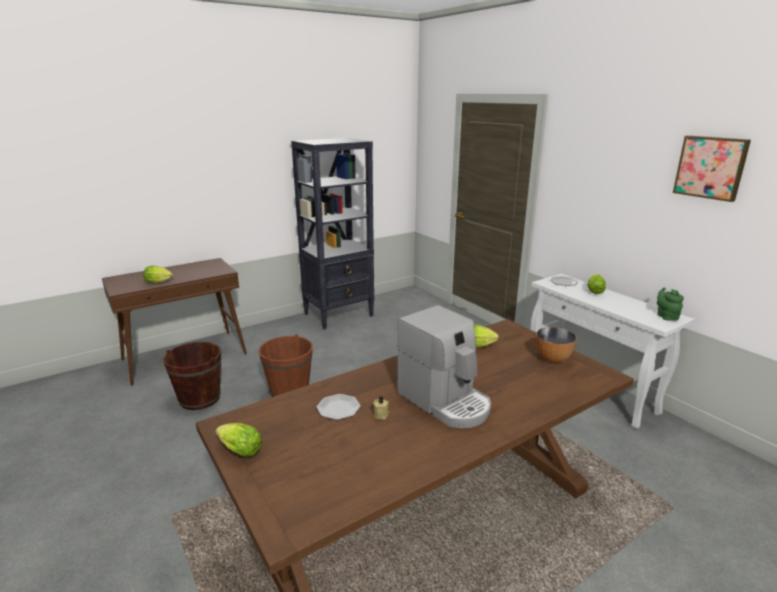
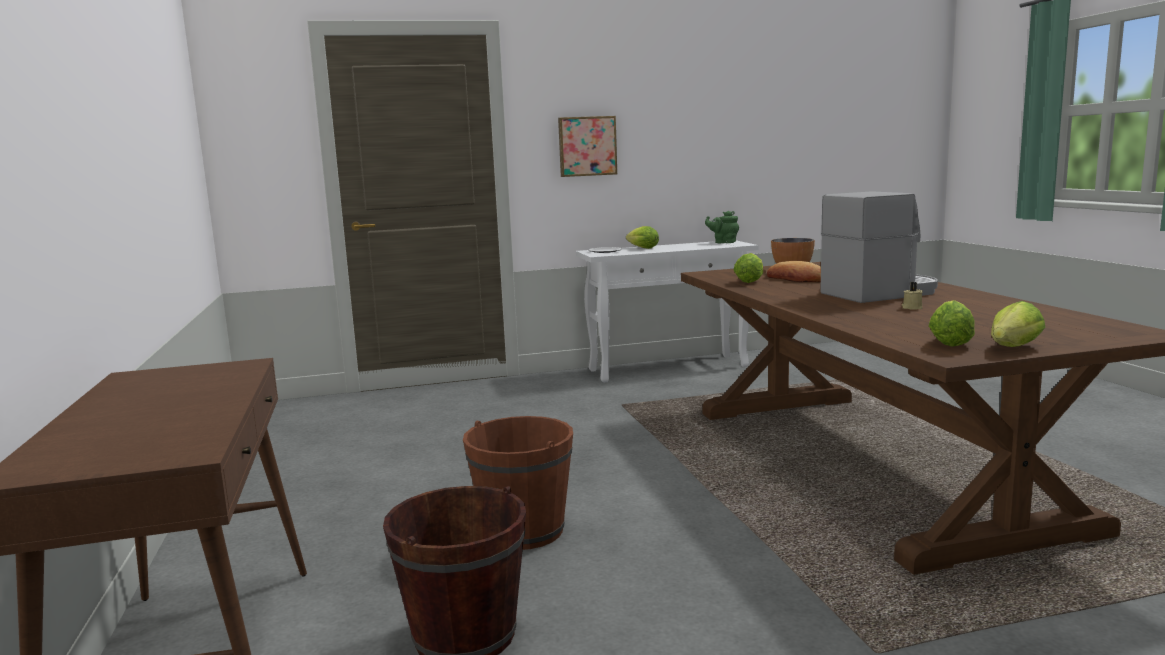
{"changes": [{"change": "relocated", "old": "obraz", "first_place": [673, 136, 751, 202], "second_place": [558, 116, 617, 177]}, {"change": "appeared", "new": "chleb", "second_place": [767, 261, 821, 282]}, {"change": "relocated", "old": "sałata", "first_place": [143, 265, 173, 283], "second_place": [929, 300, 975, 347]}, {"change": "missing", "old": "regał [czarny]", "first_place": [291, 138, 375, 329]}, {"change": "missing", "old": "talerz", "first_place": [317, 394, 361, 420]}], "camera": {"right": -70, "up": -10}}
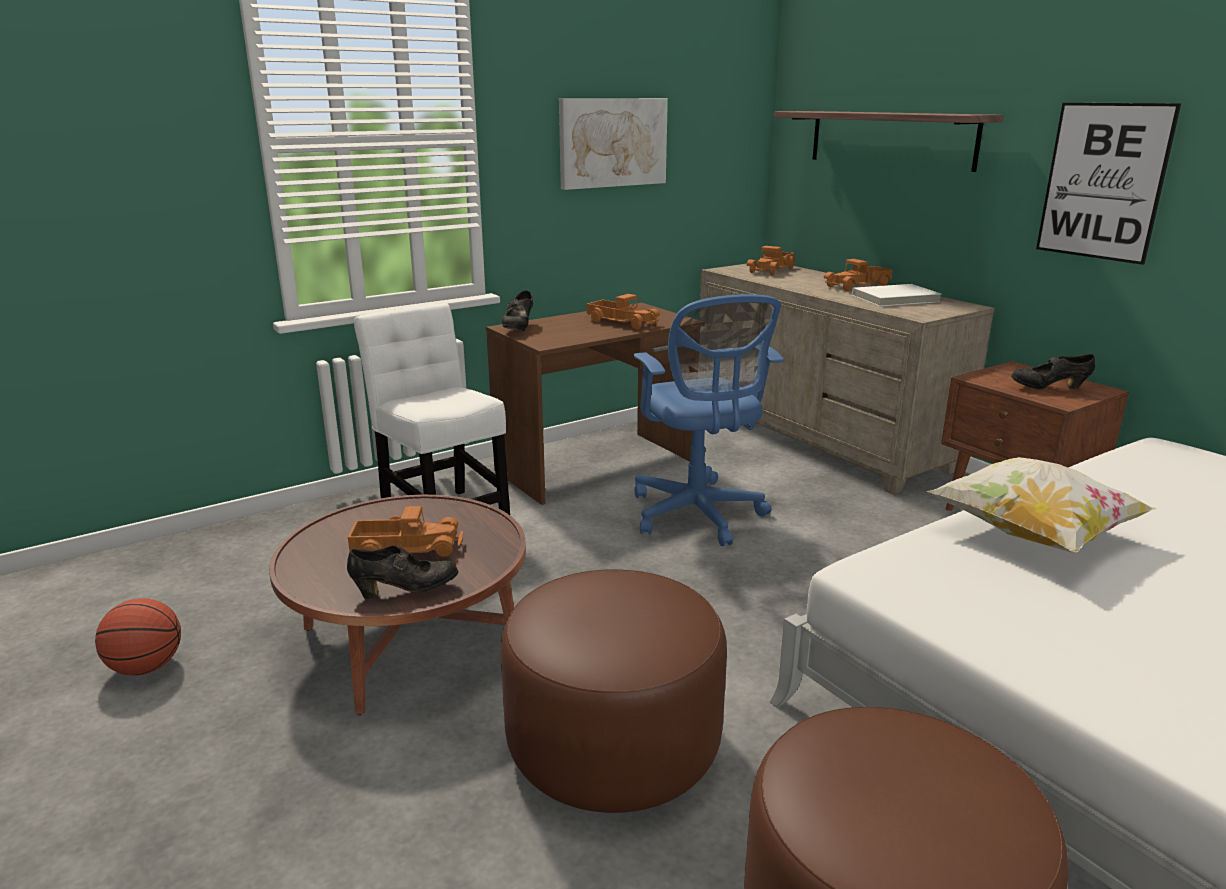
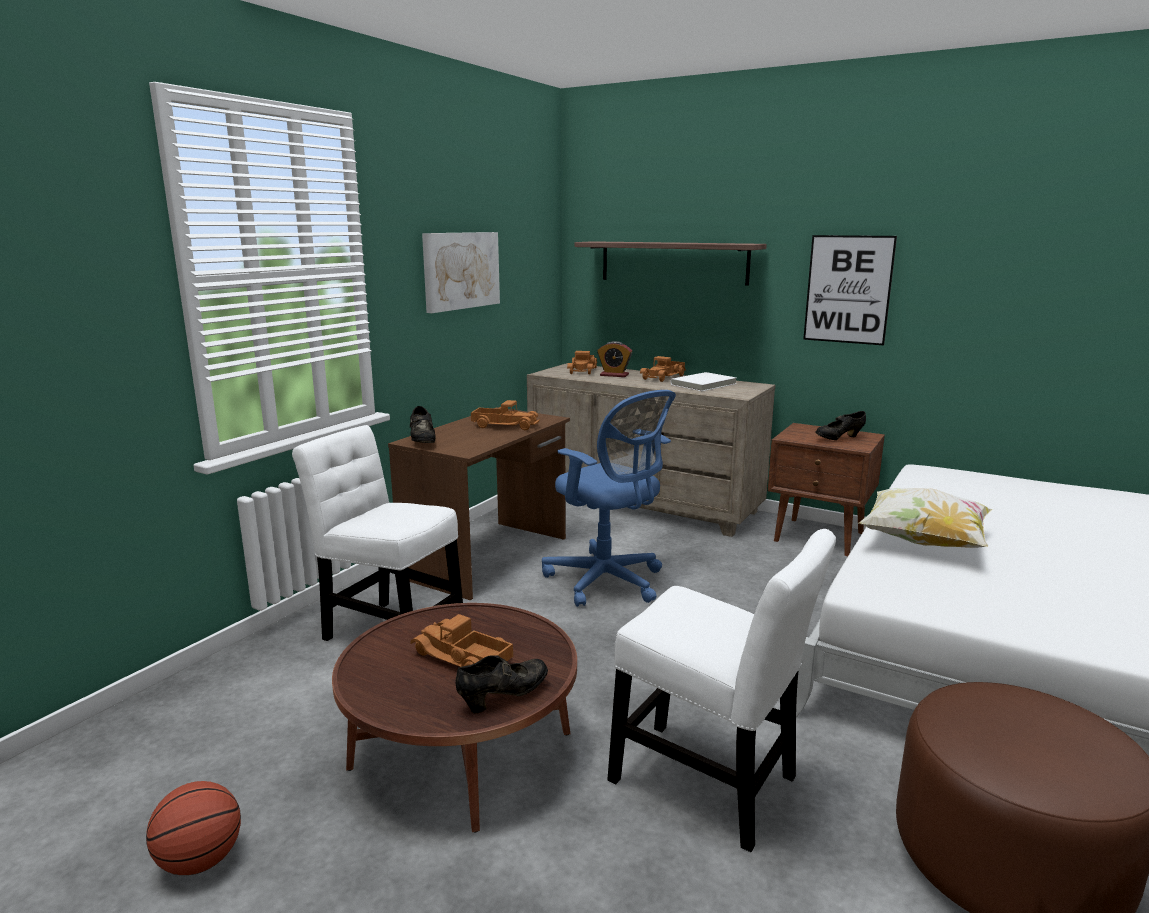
{"changes": [{"change": "spun", "old": "ciężarówka zabawkowa", "first_place": [348, 506, 463, 557], "second_place": [410, 614, 513, 667], "degrees": -120}, {"change": "appeared", "new": "budzik", "second_place": [597, 341, 632, 377]}, {"change": "exchanged", "old": "pufa [brązowy]", "new": "krzesło [biały]", "first_place": [501, 569, 727, 813], "second_place": [607, 529, 836, 852]}], "camera": {"right": -25, "up": -5}}
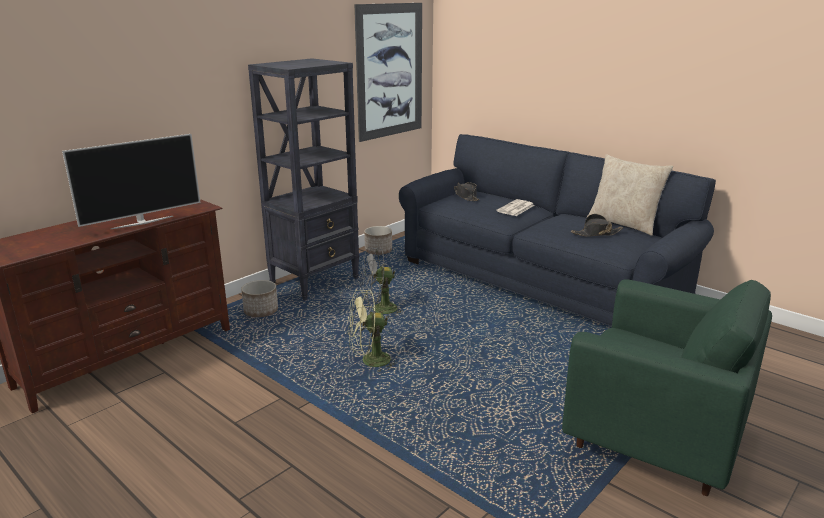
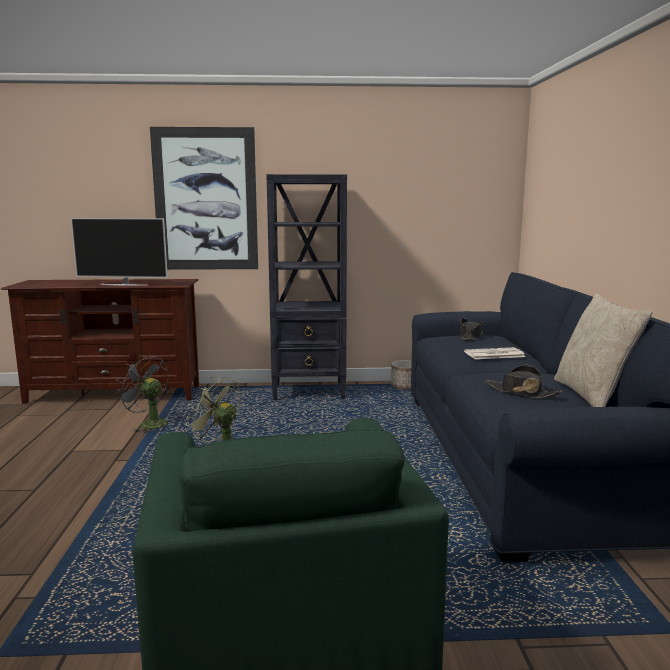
{"changes": [{"change": "relocated", "old": "wentylator [szary]", "first_place": [361, 247, 403, 318], "second_place": [116, 355, 168, 433]}, {"change": "relocated", "old": "obraz", "first_place": [354, 3, 422, 142], "second_place": [150, 127, 258, 270]}, {"change": "missing", "old": "donica", "first_place": [241, 280, 278, 317]}], "camera": {"right": 45, "up": -10}}
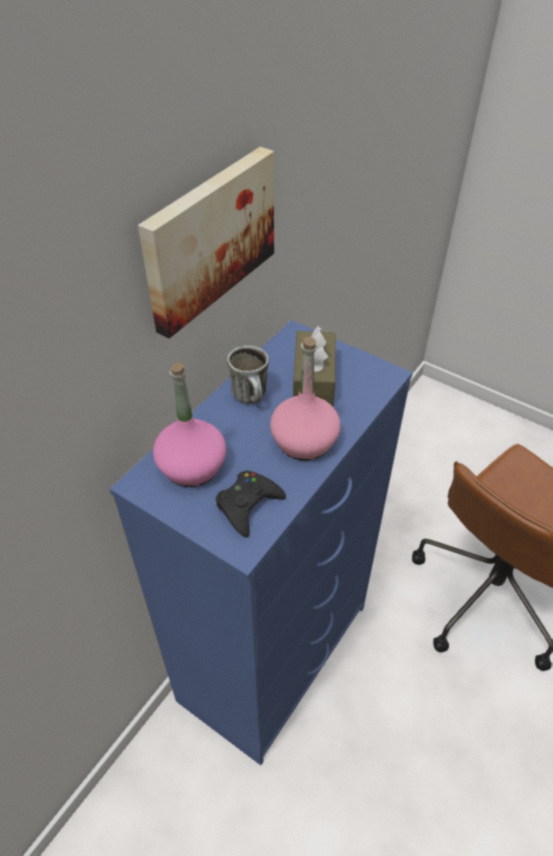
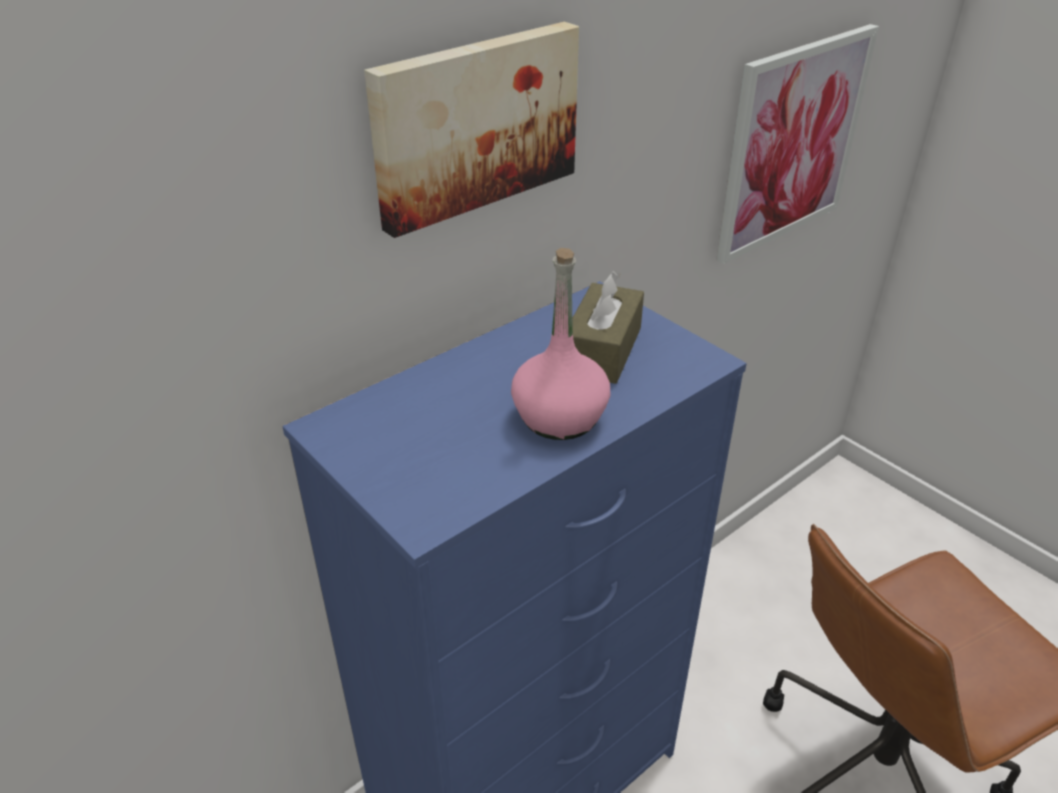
{"changes": [{"change": "appeared", "new": "obraz", "second_place": [716, 24, 879, 264]}, {"change": "missing", "old": "butelka [różowy]", "first_place": [153, 363, 226, 487]}, {"change": "missing", "old": "pad do gier [czarny]", "first_place": [216, 471, 286, 537]}, {"change": "missing", "old": "kubek", "first_place": [227, 346, 269, 404]}], "camera": {"right": 15, "up": -10}}
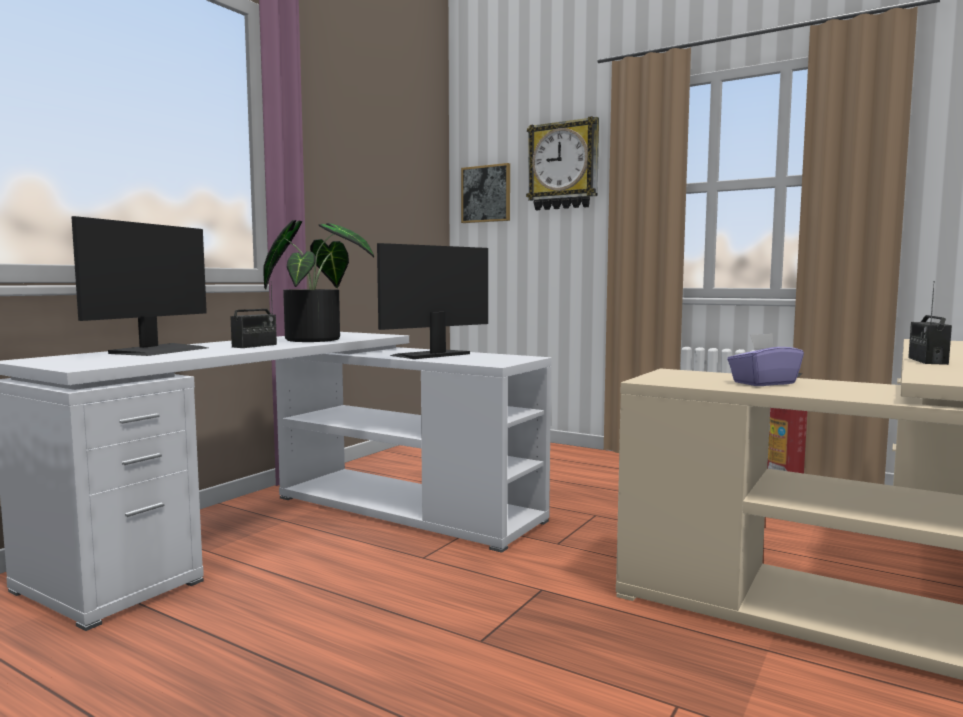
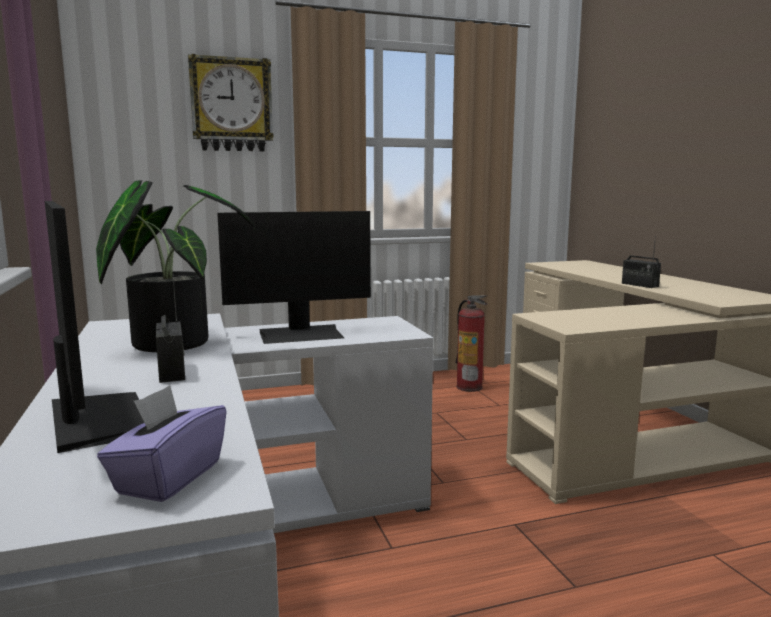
{"changes": [{"change": "relocated", "old": "pudełko chusteczek [fioletowy]", "first_place": [727, 333, 804, 386], "second_place": [97, 385, 227, 502]}, {"change": "spun", "old": "monitor", "first_place": [377, 243, 488, 359], "second_place": [217, 211, 371, 344], "degrees": -105}, {"change": "missing", "old": "obraz", "first_place": [461, 163, 510, 223]}], "camera": {"right": -50, "up": 5}}
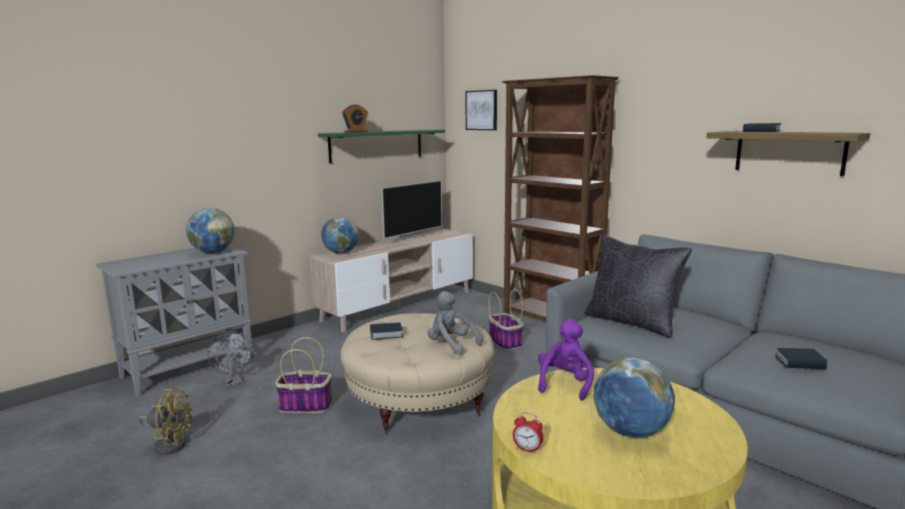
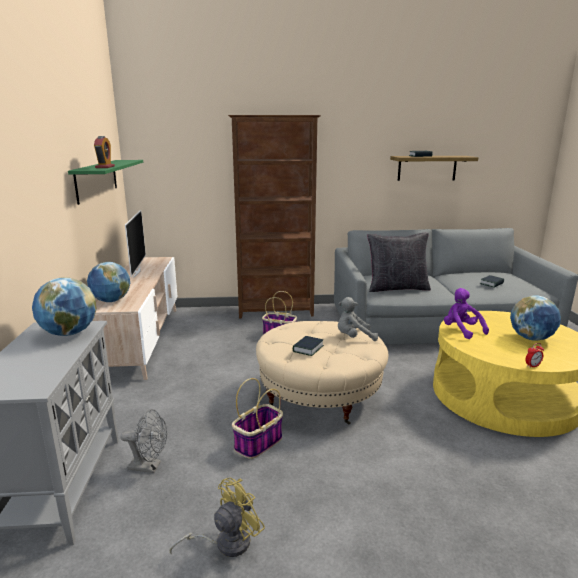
{"changes": [{"change": "missing", "old": "obraz", "first_place": [466, 90, 497, 130]}], "camera": {"right": -50, "up": 5}}
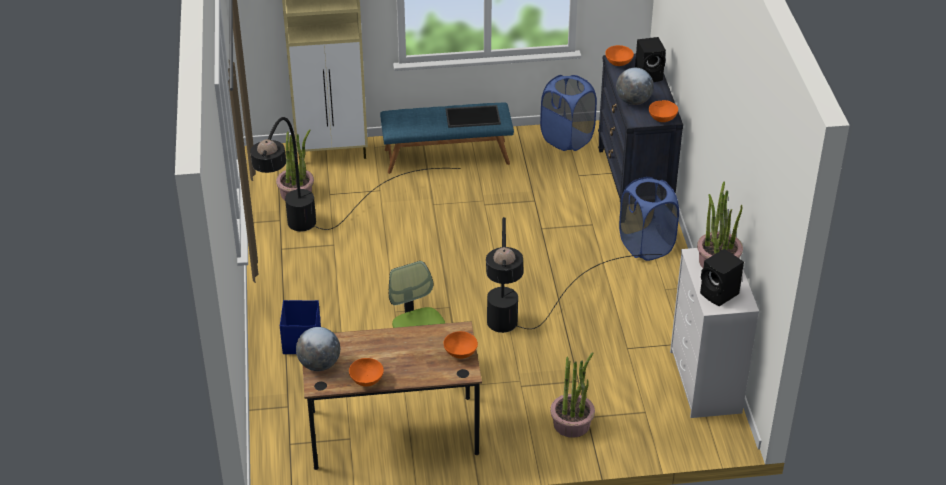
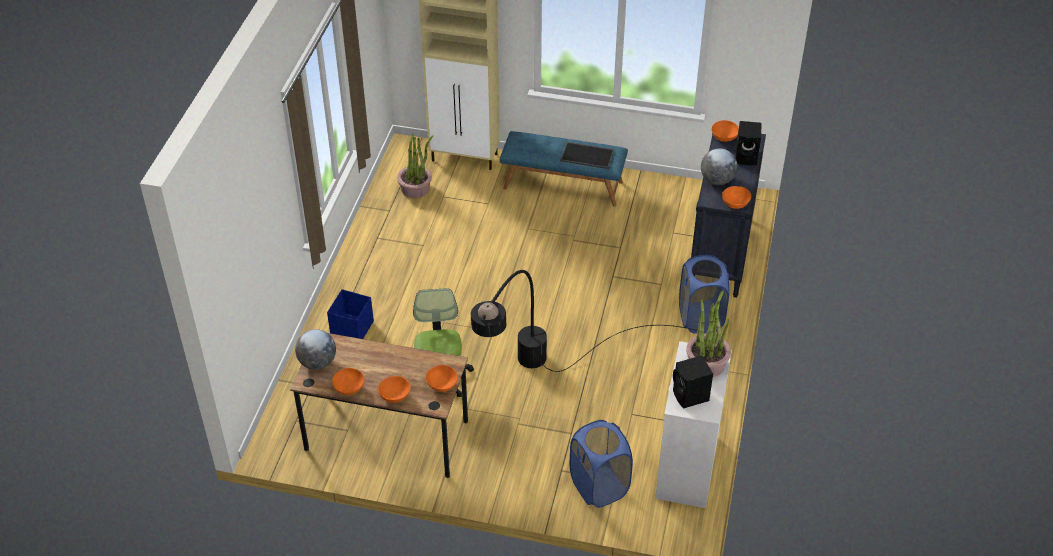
{"changes": [{"change": "appeared", "new": "miska [pomarańczowy]", "second_place": [378, 376, 411, 403]}, {"change": "relocated", "old": "kosz na pranie [niebieski]", "first_place": [540, 75, 597, 151], "second_place": [570, 420, 633, 508]}, {"change": "missing", "old": "lampa stojąca [czarny]", "first_place": [250, 117, 461, 232]}, {"change": "missing", "old": "roślina doniczkowa", "first_place": [550, 353, 595, 438]}], "camera": {"right": 20, "up": 5}}
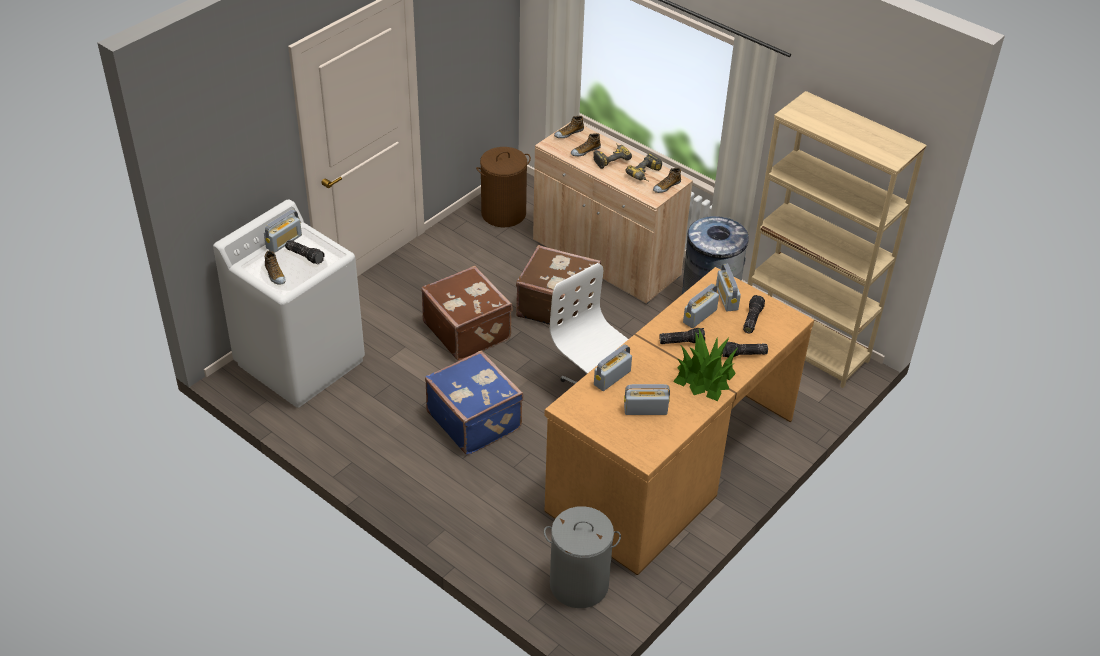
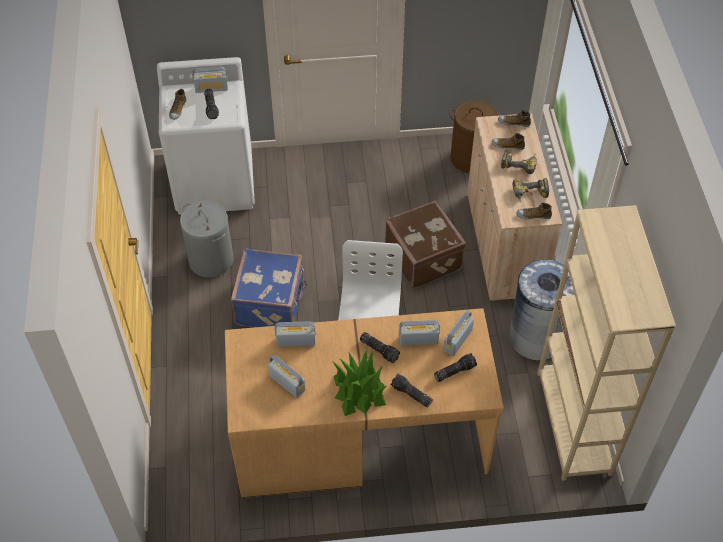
{"changes": [{"change": "relocated", "old": "kosz na pranie [szary]", "first_place": [544, 506, 621, 608], "second_place": [180, 201, 233, 278]}, {"change": "missing", "old": "walizka [brązowy]", "first_place": [421, 266, 513, 361]}], "camera": {"right": 45, "up": 10}}
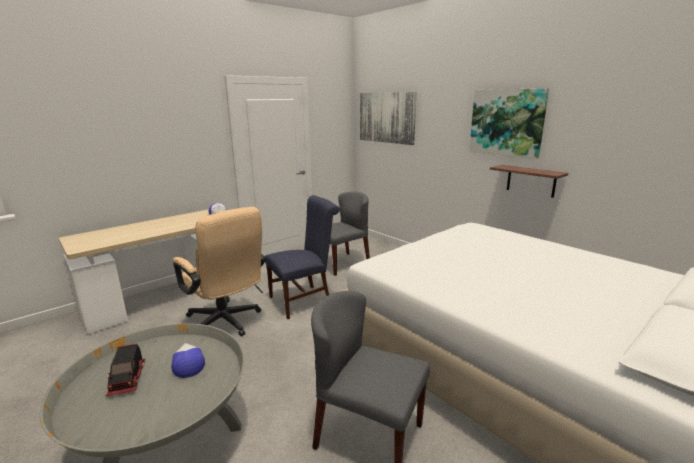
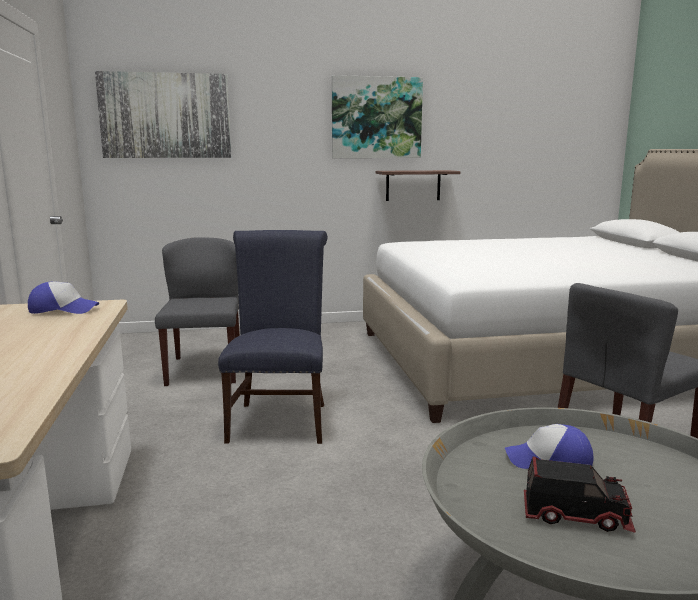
{"changes": [{"change": "missing", "old": "krzesło biurowe [beżowy]", "first_place": [173, 207, 266, 336]}], "camera": {"right": -60, "up": -5}}
